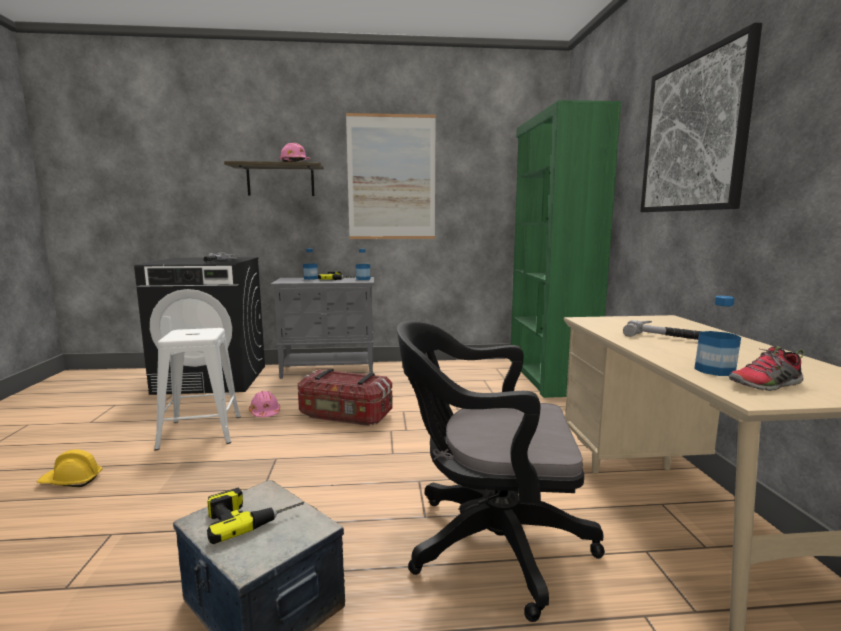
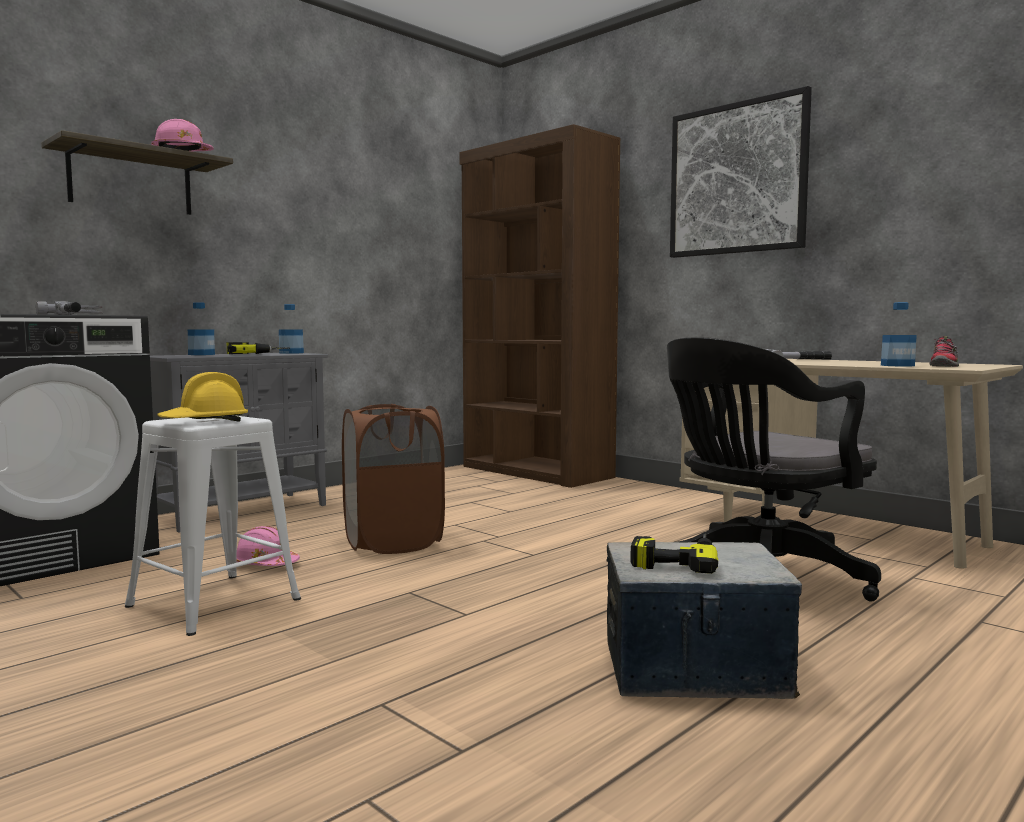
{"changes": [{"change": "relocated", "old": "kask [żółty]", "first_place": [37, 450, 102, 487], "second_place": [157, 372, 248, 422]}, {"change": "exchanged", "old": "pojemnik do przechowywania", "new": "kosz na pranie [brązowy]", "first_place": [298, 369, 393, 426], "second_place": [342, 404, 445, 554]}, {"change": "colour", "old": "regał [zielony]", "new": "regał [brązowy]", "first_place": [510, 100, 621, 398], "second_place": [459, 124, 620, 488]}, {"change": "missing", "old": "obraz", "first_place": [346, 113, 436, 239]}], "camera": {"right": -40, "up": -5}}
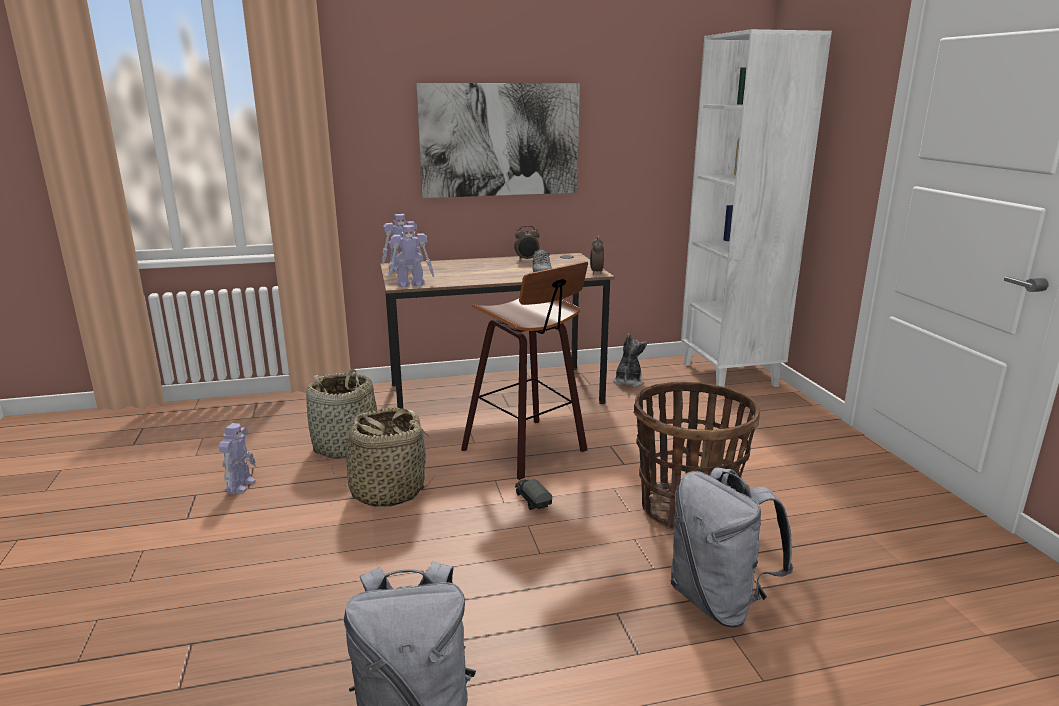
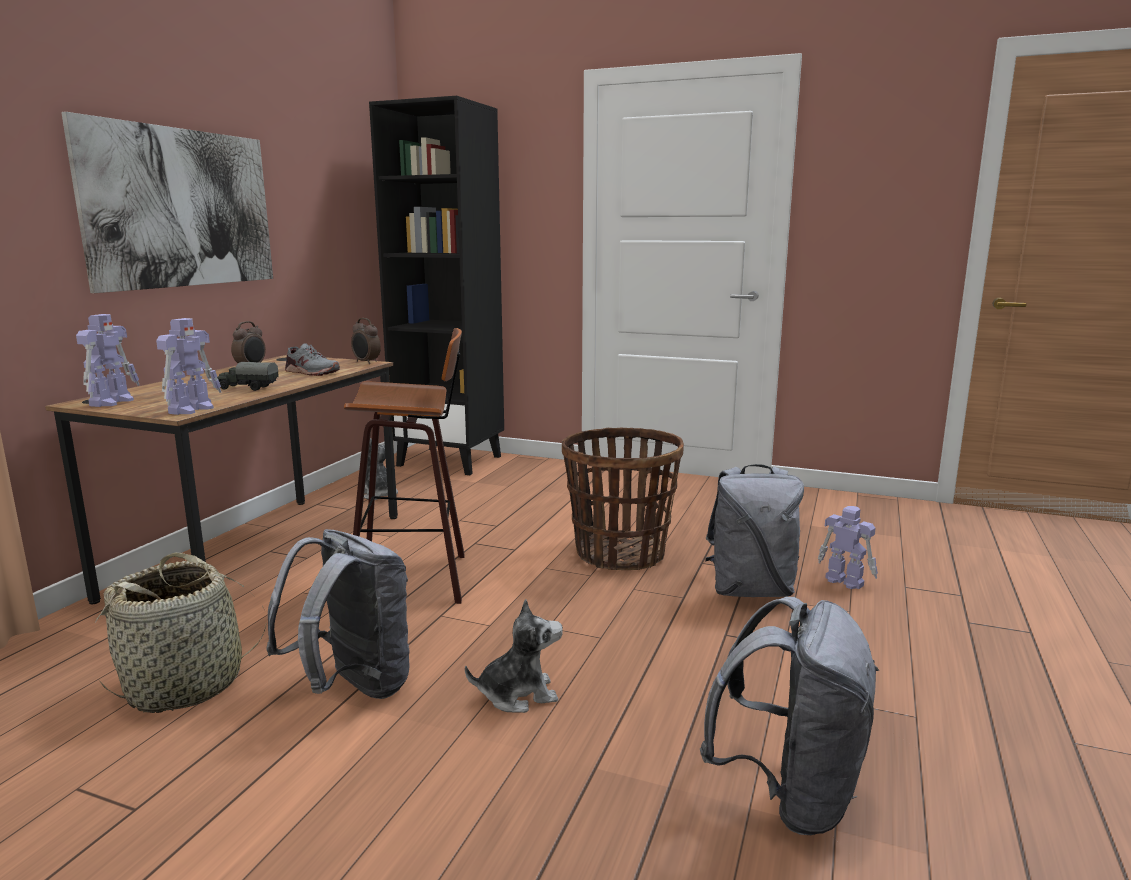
{"changes": [{"change": "relocated", "old": "ciężarówka zabawkowa", "first_place": [515, 479, 552, 510], "second_place": [217, 362, 279, 391]}, {"change": "exchanged", "old": "koszyk", "new": "plecak [szary]", "first_place": [330, 407, 434, 507], "second_place": [266, 529, 410, 699]}, {"change": "colour", "old": "regał [biały]", "new": "regał [czarny]", "first_place": [681, 29, 832, 387], "second_place": [369, 96, 504, 475]}, {"change": "appeared", "new": "pluszak", "second_place": [465, 599, 563, 713]}, {"change": "relocated", "old": "robot zabawkowy", "first_place": [219, 423, 256, 494], "second_place": [818, 506, 878, 589]}], "camera": {"right": -55, "up": -5}}
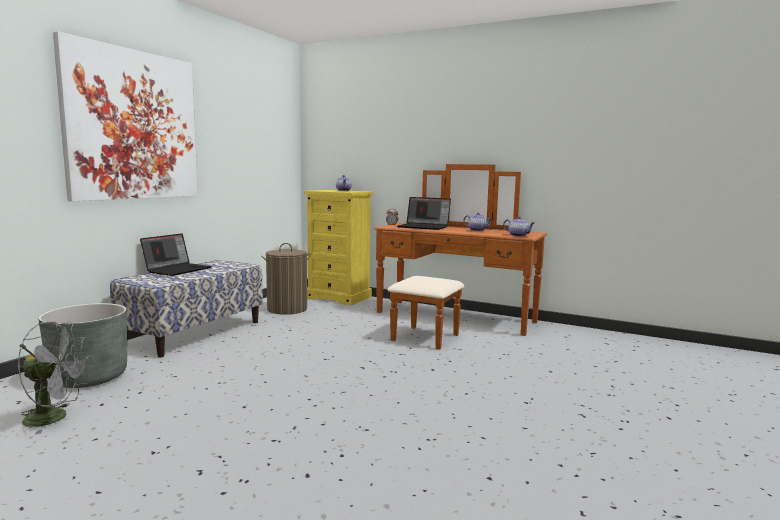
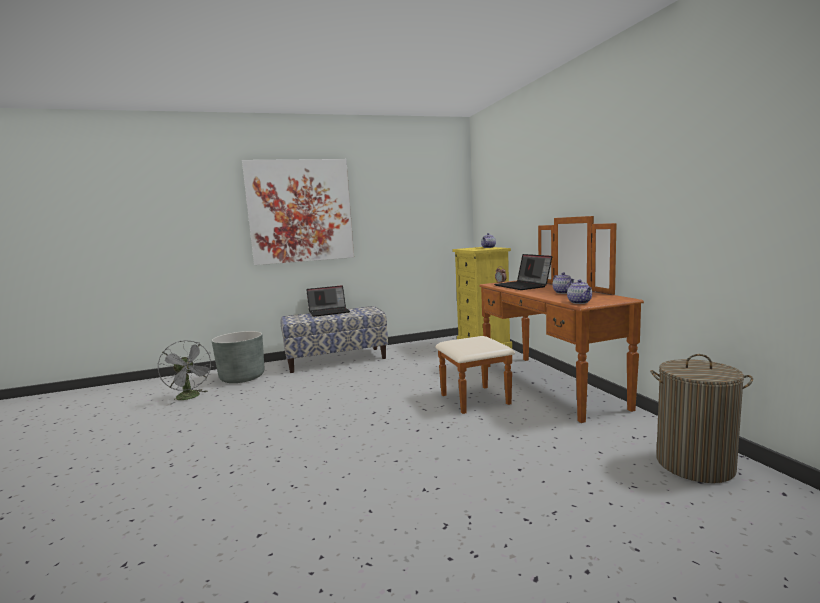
{"changes": [{"change": "relocated", "old": "kosz na pranie", "first_place": [261, 243, 311, 315], "second_place": [650, 354, 753, 483]}], "camera": {"right": 45, "up": 0}}
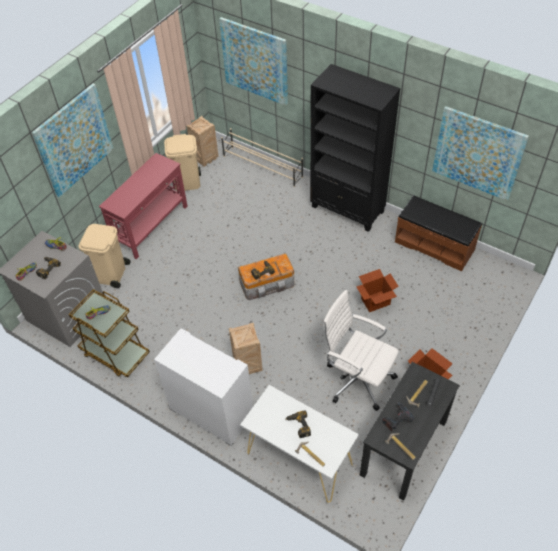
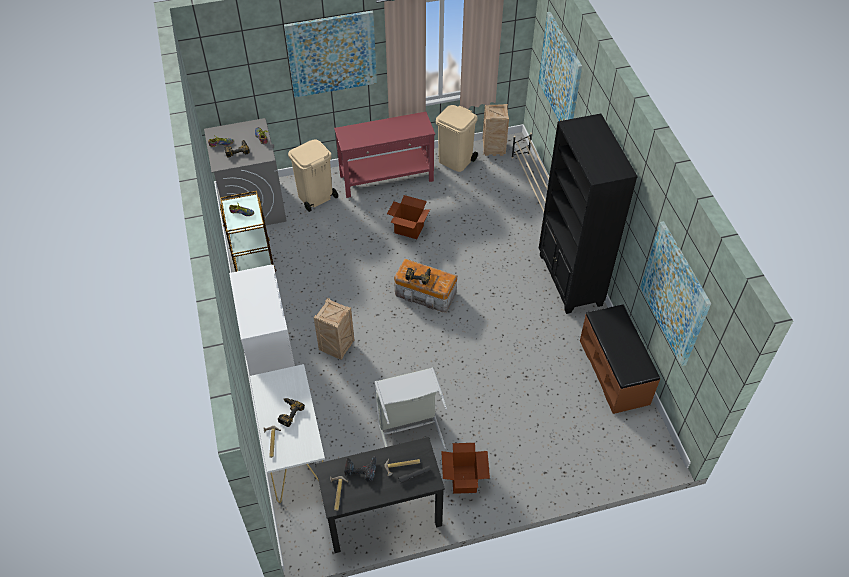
{"changes": [{"change": "exchanged", "old": "krzesło biurowe [biały]", "new": "kosz na pranie [szary]", "first_place": [323, 290, 399, 411], "second_place": [375, 367, 447, 449]}, {"change": "relocated", "old": "karton", "first_place": [356, 269, 399, 312], "second_place": [387, 195, 430, 239]}], "camera": {"right": 40, "up": 0}}
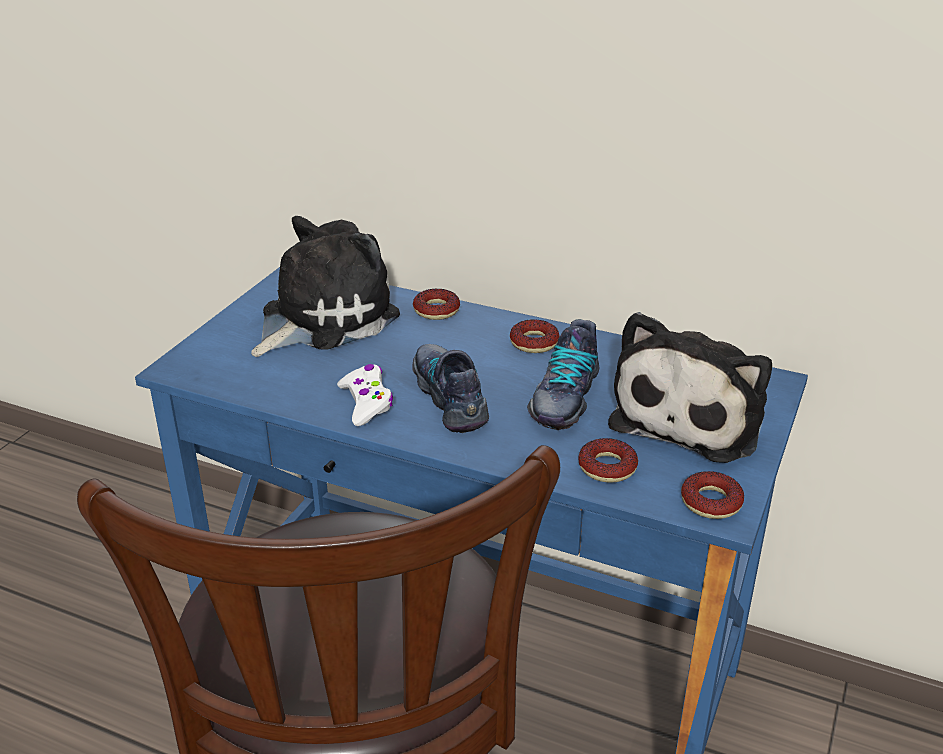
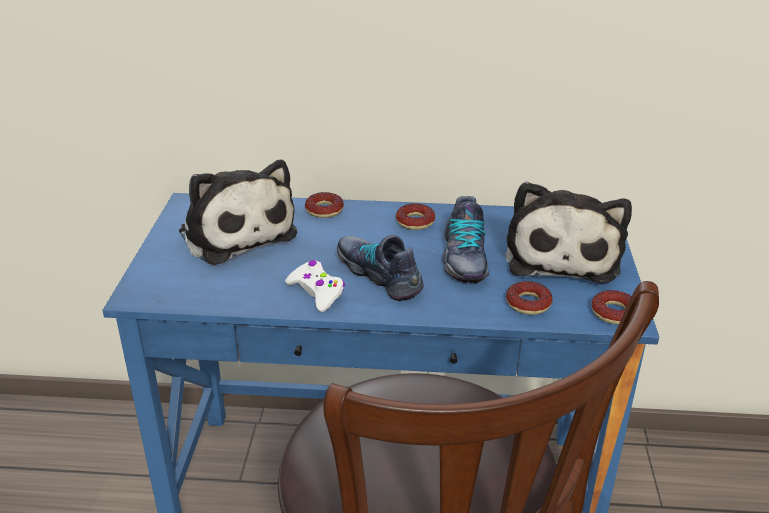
{"changes": [{"change": "spun", "old": "pluszak", "first_place": [251, 216, 400, 357], "second_place": [179, 160, 297, 265], "degrees": 120}], "camera": {"right": -20, "up": 0}}
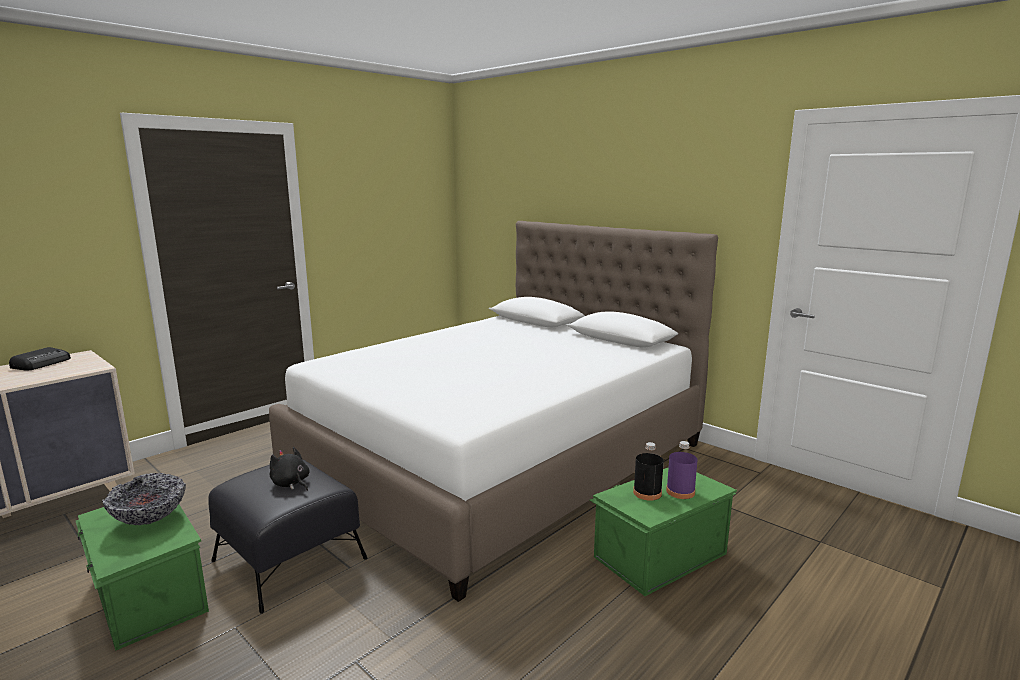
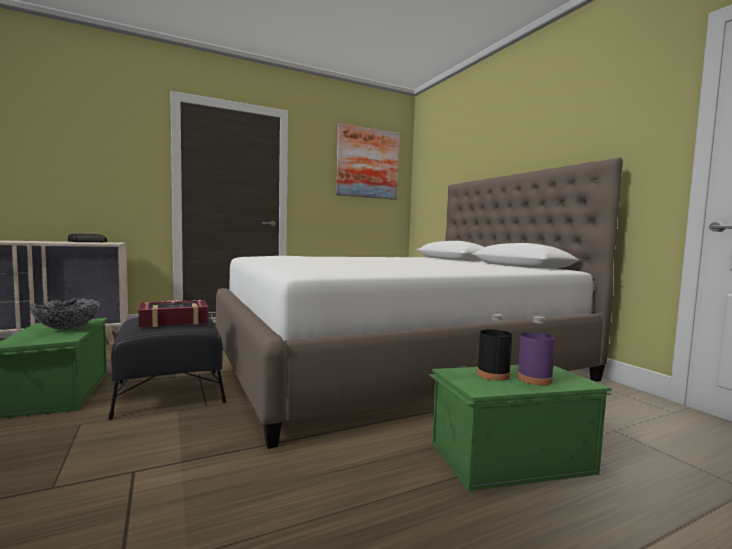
{"changes": [{"change": "exchanged", "old": "pluszak [czarny]", "new": "książka", "first_place": [270, 447, 309, 491], "second_place": [139, 300, 208, 327]}, {"change": "appeared", "new": "obraz", "second_place": [336, 123, 399, 200]}], "camera": {"right": 20, "up": -10}}
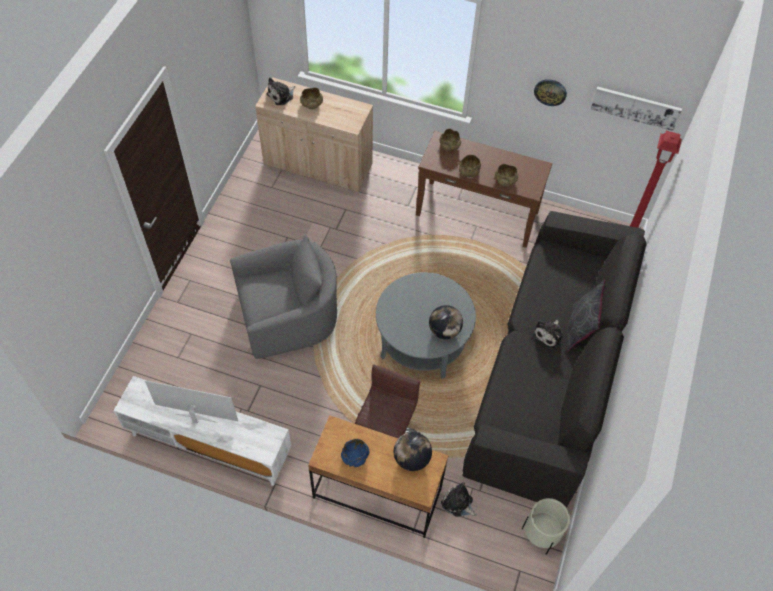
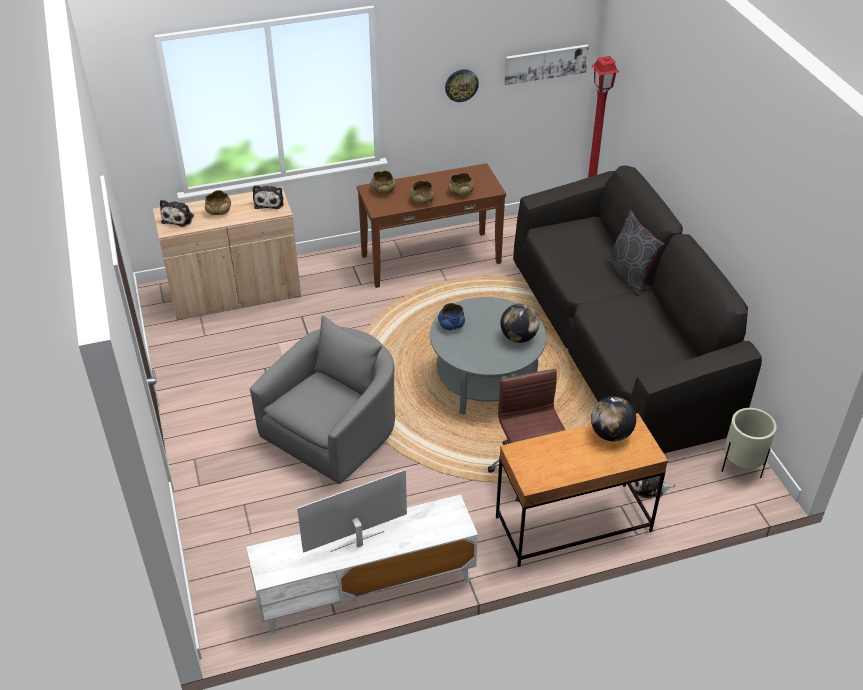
{"changes": [{"change": "relocated", "old": "pluszak", "first_place": [533, 319, 563, 349], "second_place": [253, 185, 284, 209]}, {"change": "relocated", "old": "miska [niebieski]", "first_place": [341, 439, 369, 467], "second_place": [438, 303, 465, 330]}], "camera": {"right": -35, "up": -15}}
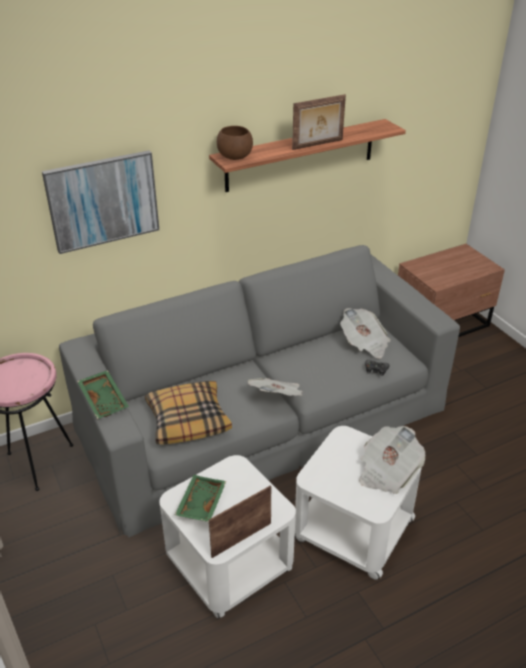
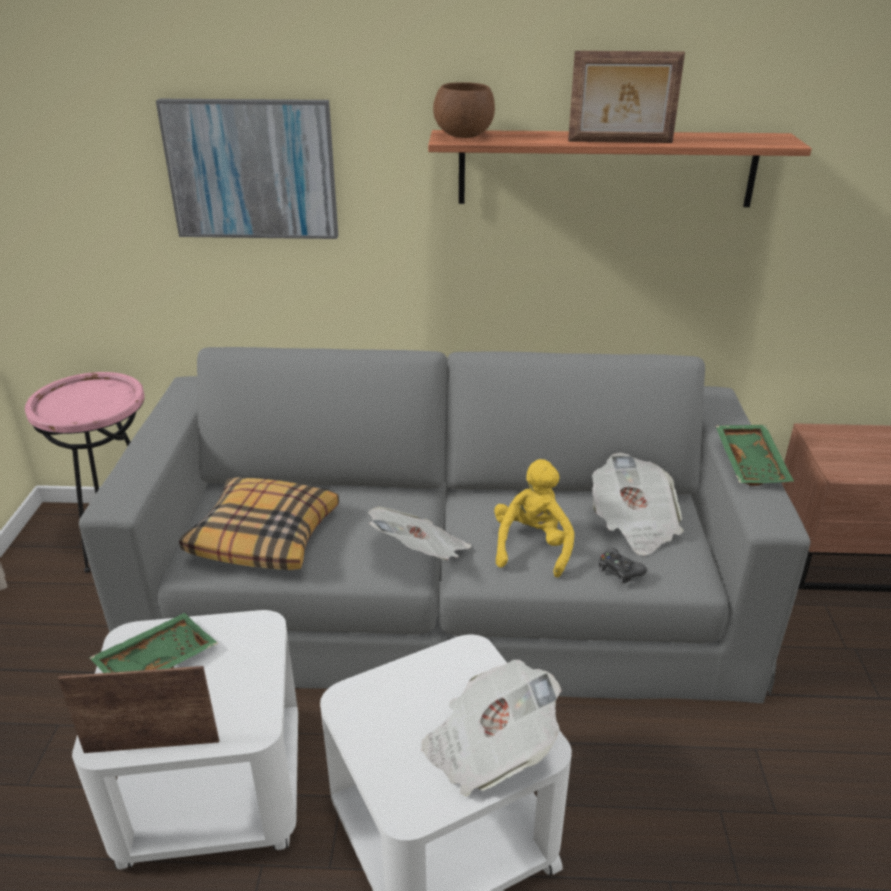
{"changes": [{"change": "appeared", "new": "pluszak [żółty]", "second_place": [494, 459, 574, 577]}, {"change": "relocated", "old": "taca [zielony]", "first_place": [77, 370, 129, 419], "second_place": [716, 425, 794, 486]}], "camera": {"right": 30, "up": -5}}
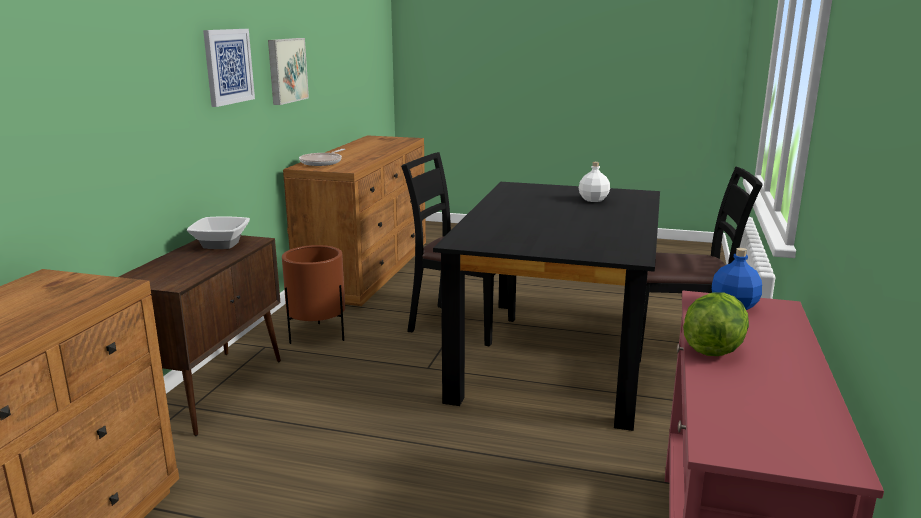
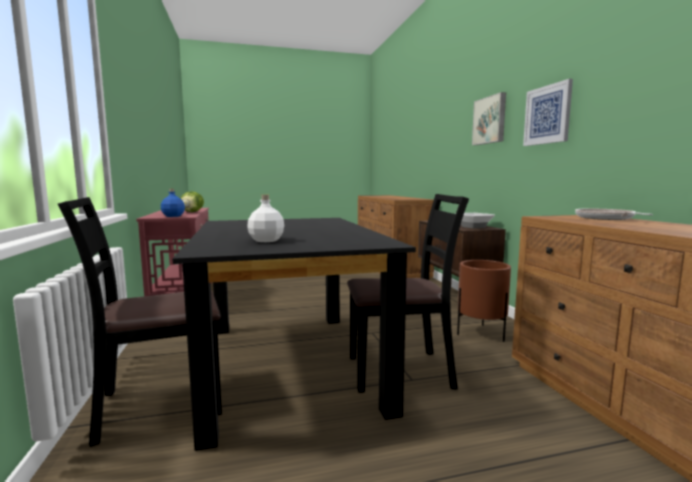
{"changes": [{"change": "relocated", "old": "obraz", "first_place": [268, 38, 309, 105], "second_place": [472, 92, 506, 145]}], "camera": {"right": 150, "up": -10}}
